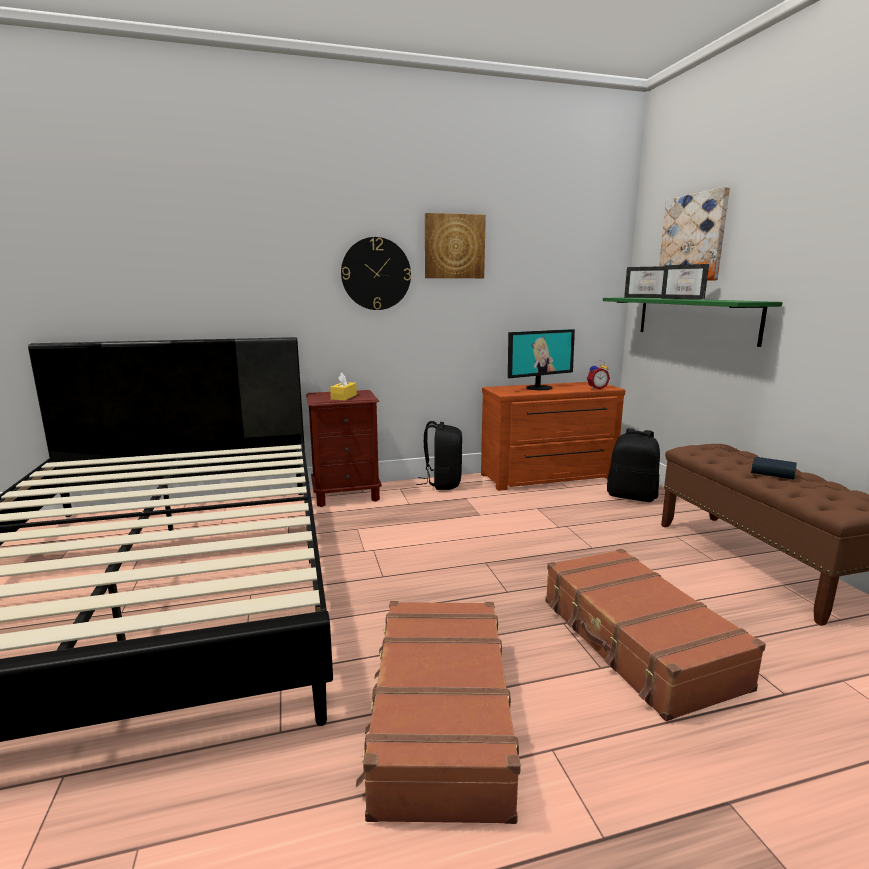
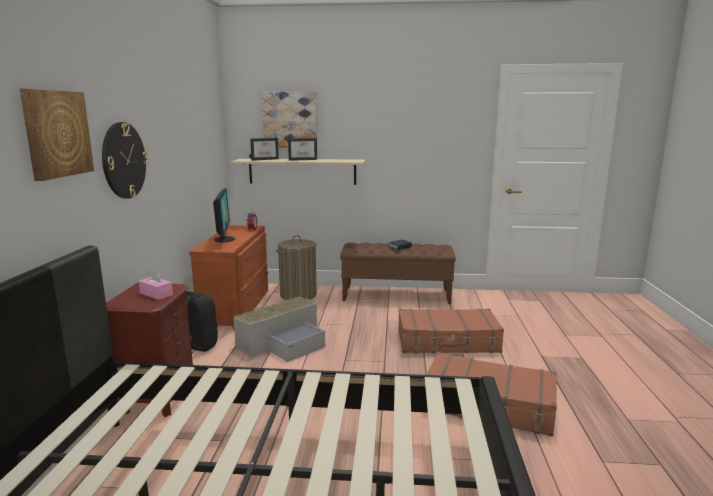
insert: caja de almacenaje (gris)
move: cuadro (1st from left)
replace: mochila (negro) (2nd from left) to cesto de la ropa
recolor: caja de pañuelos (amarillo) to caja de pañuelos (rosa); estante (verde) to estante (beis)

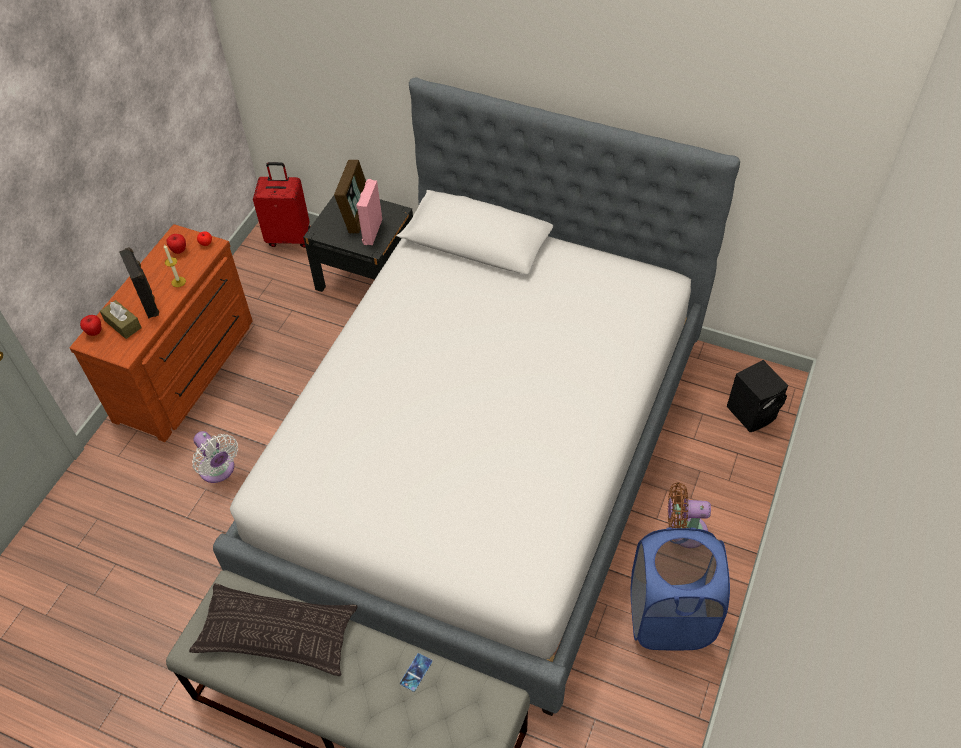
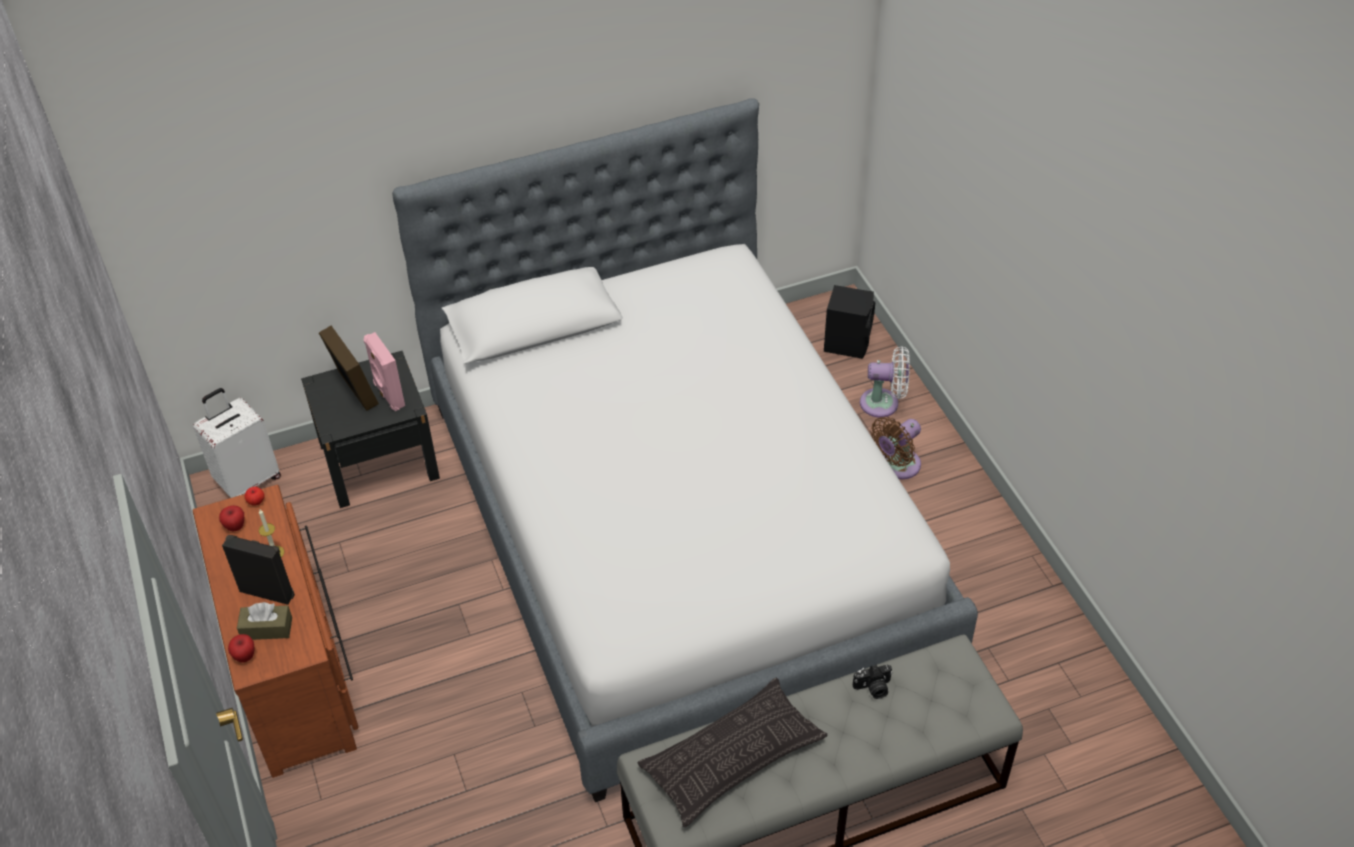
delete: cesto de la ropa (azul)
move: ventilador (blanco)
replace: móvil to cámara
recolor: maleta (rojo) to maleta (blanco)

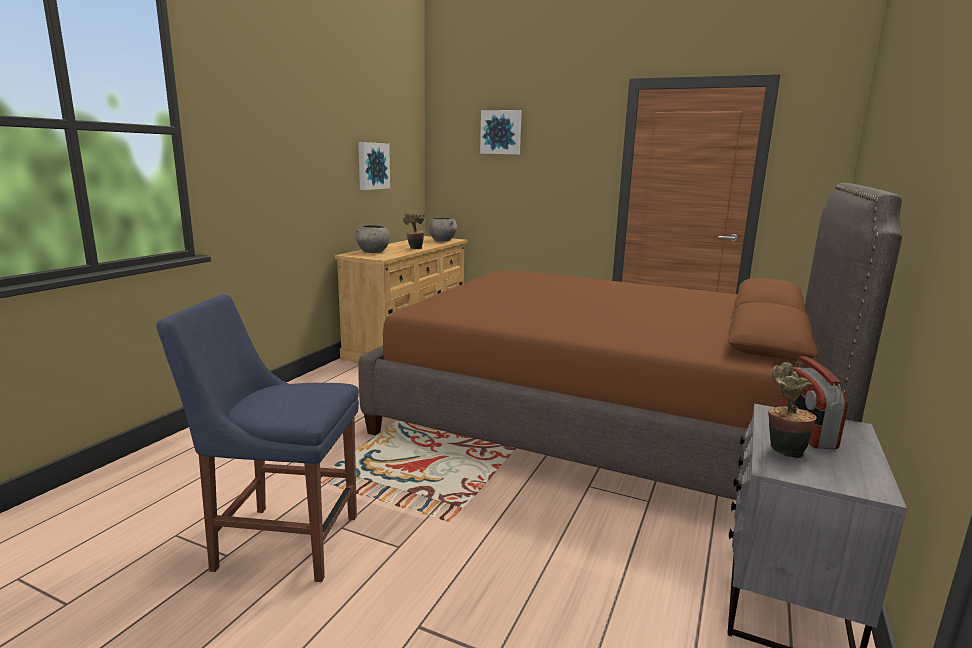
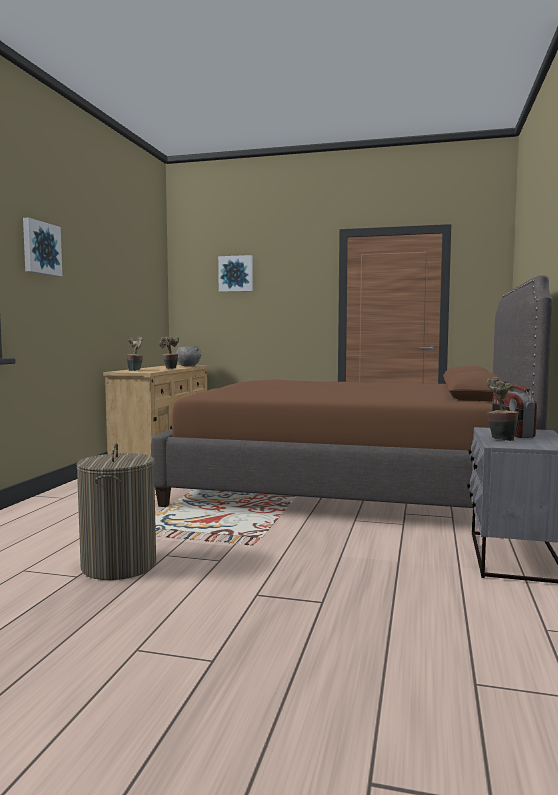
move: cuadro (1st from left)
replace: silla (azul) to cesto de la ropa; cuenco (gris) (1st from left) to planta en maceta (1st from left)

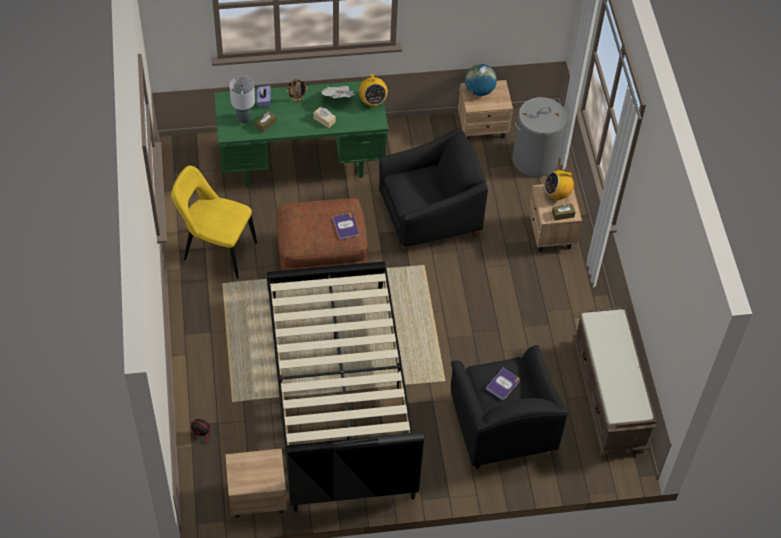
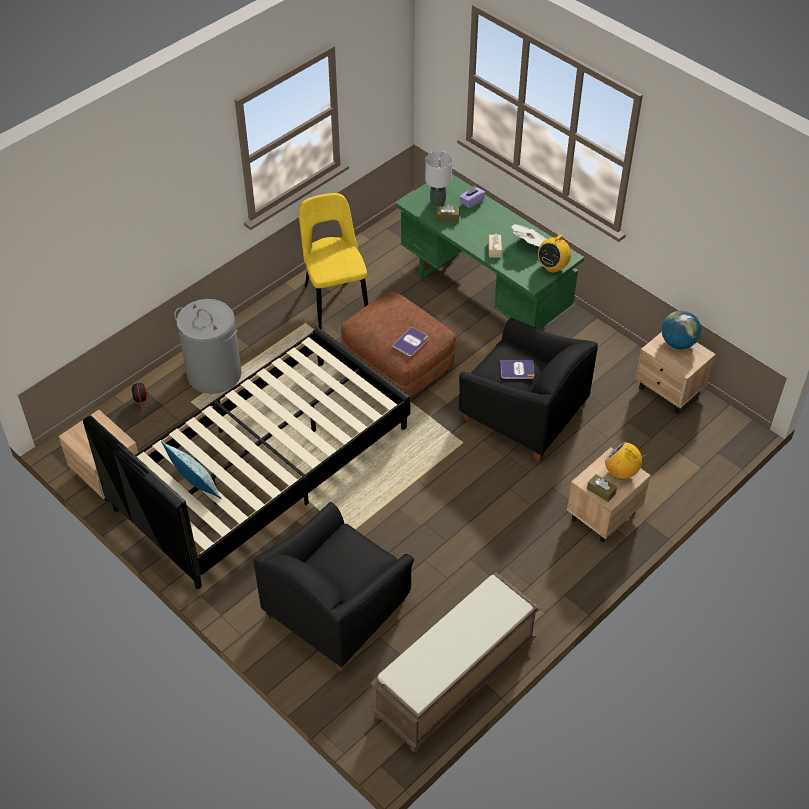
delete: portarretratos
insert: cojín
move: libro (2nd from left); cesto de la ropa (gris)

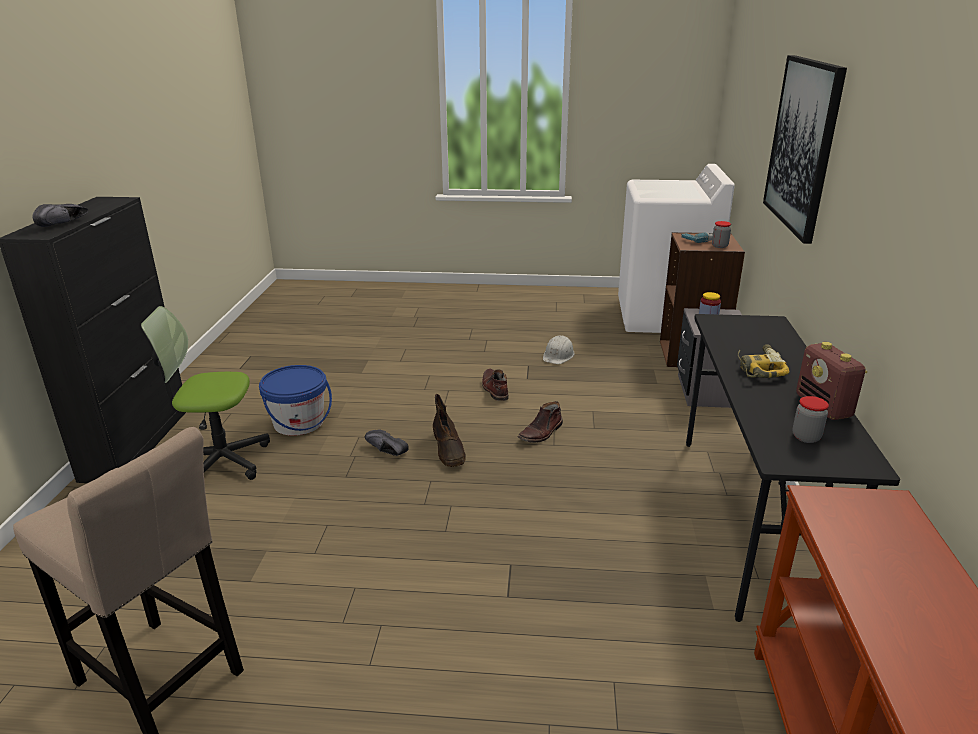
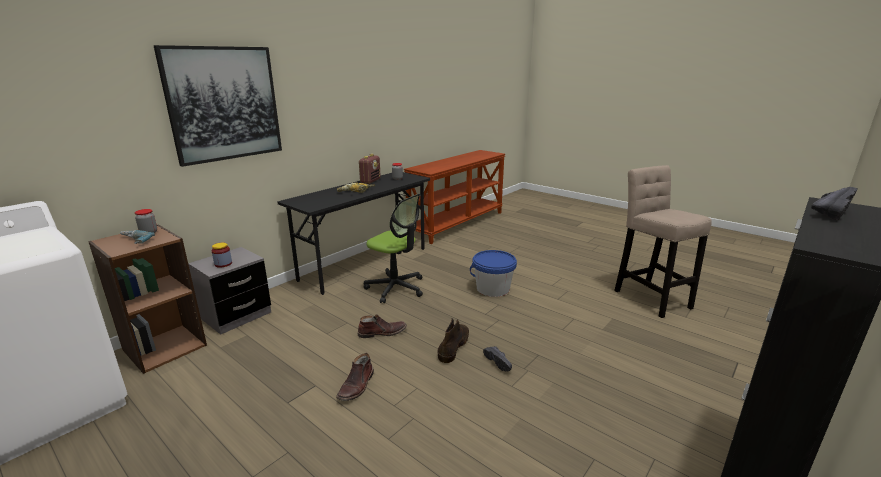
delete: casco (blanco)
move: silla de oficina; cubo (azul)

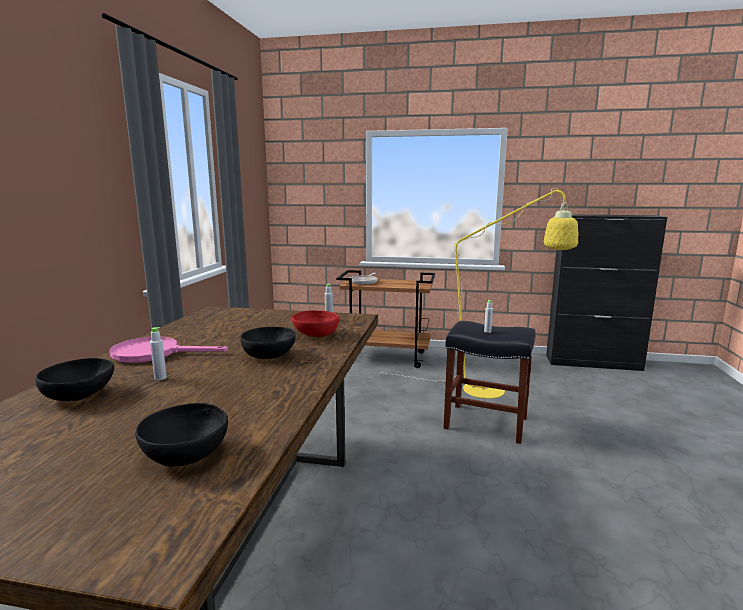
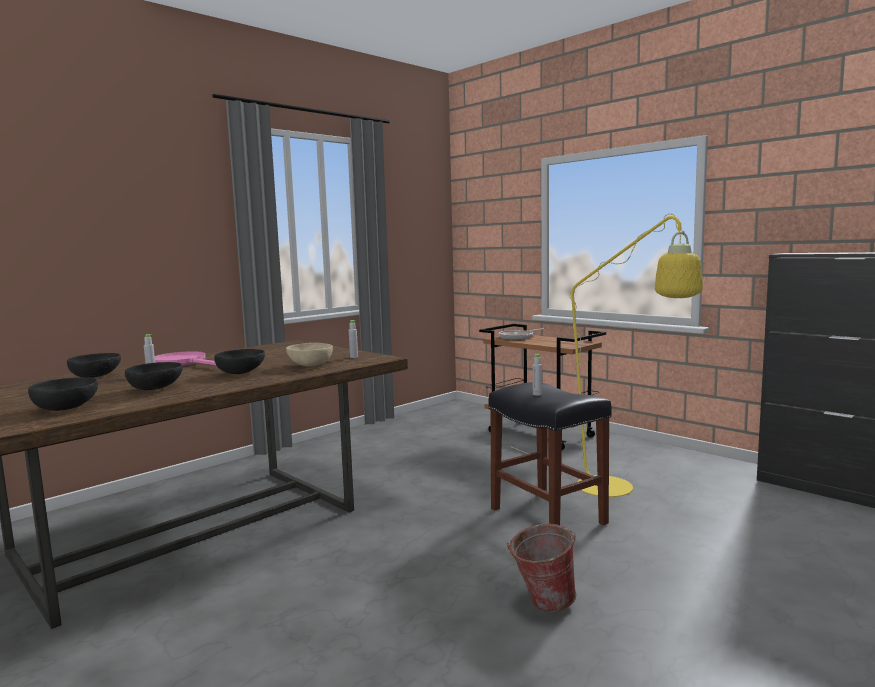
insert: cuenco (negro) (3rd from left); cubo
recolor: cuenco (rojo) to cuenco (beis)

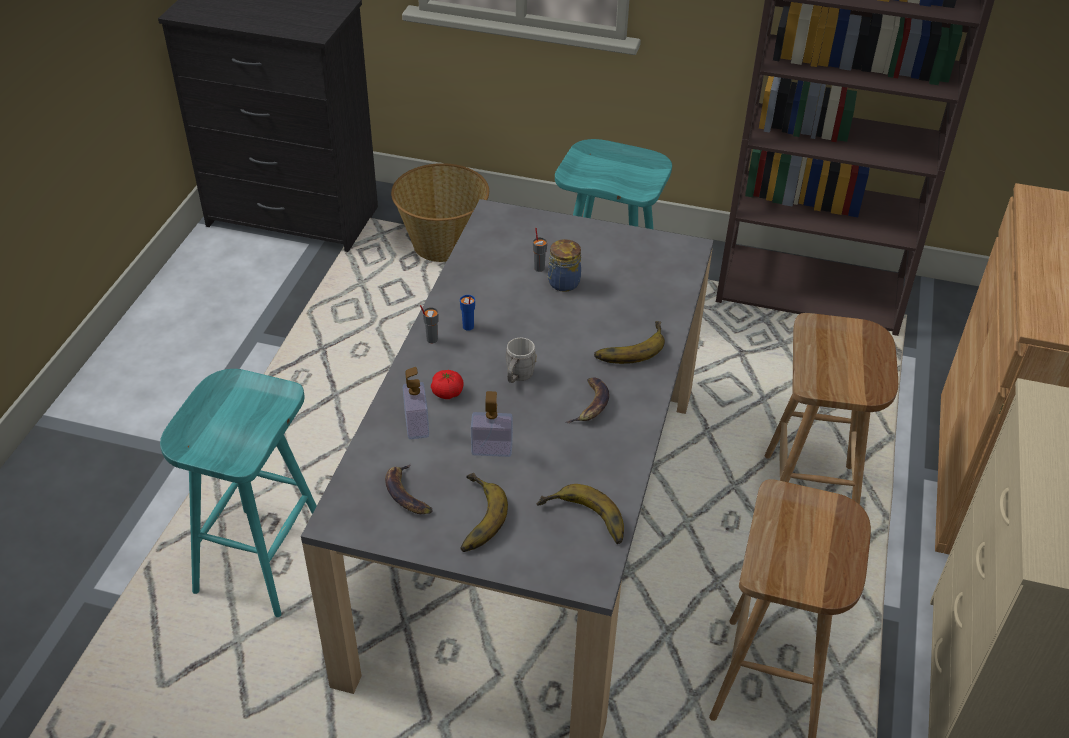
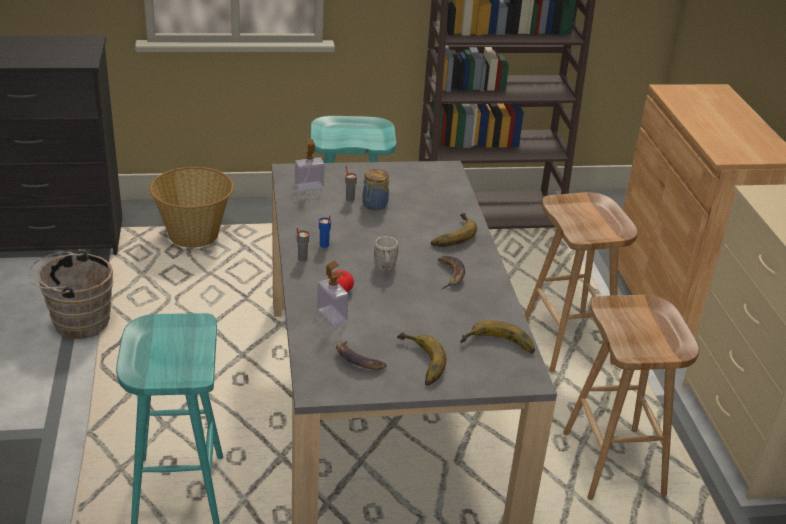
insert: cubo (marrón)
move: dispensador de jabón (2nd from left in the first image) to dispensador de jabón (1st from left)

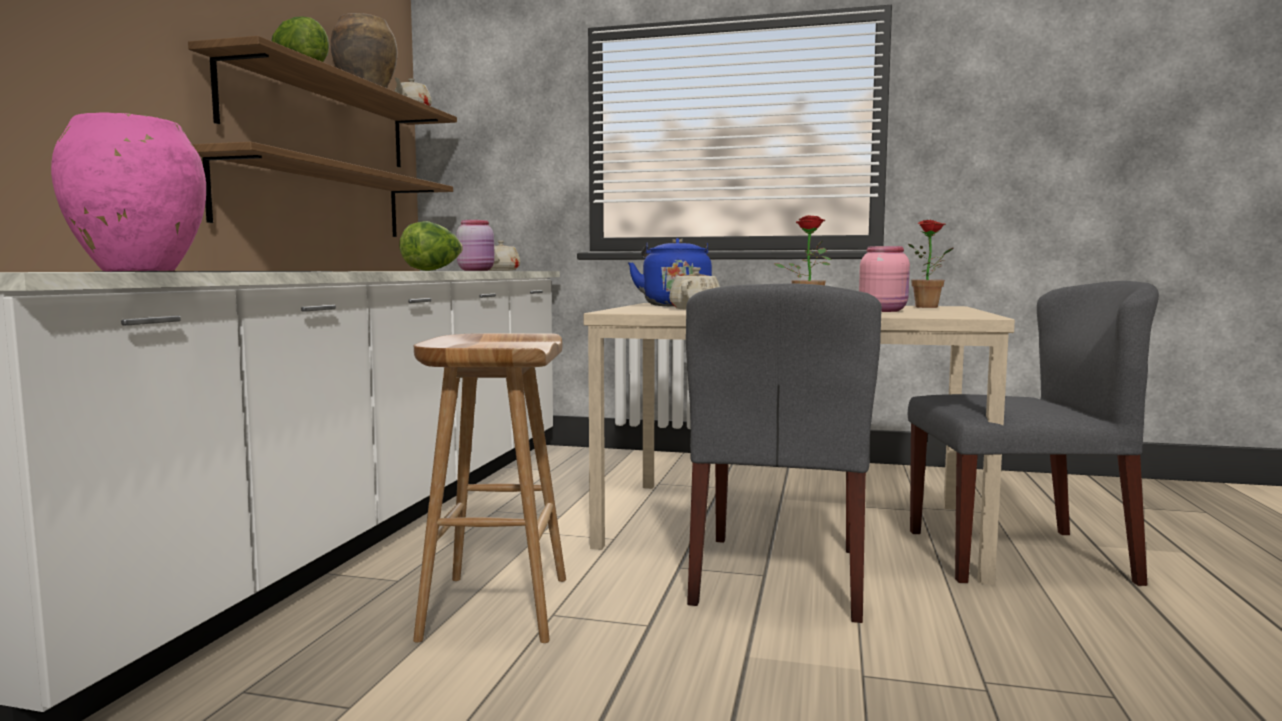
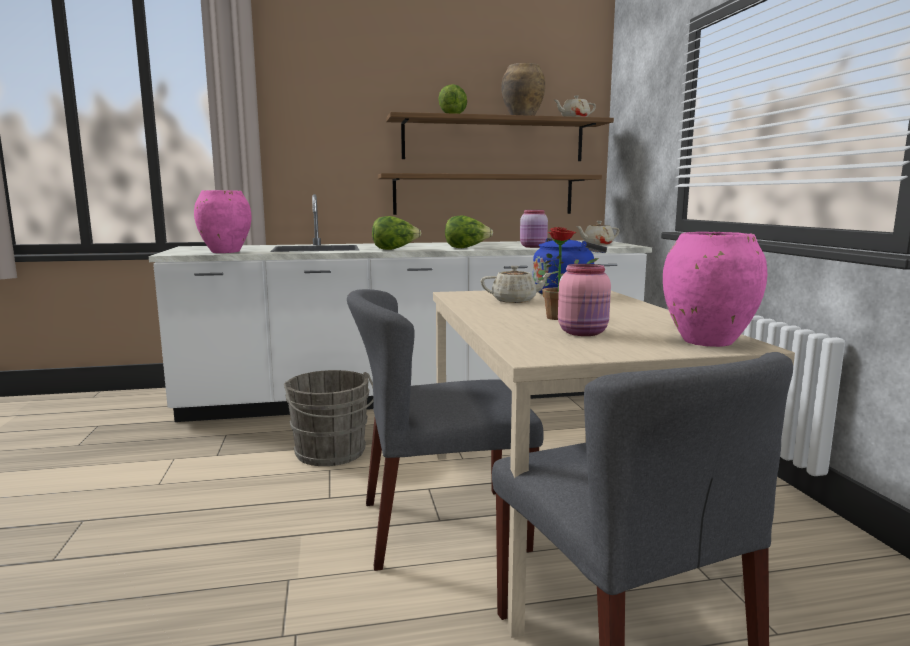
insert: lechuga (1st from left)
replace: taburete (marrón) to cubo (gris); planta en maceta (2nd from left) to florero (rosa) (2nd from left)

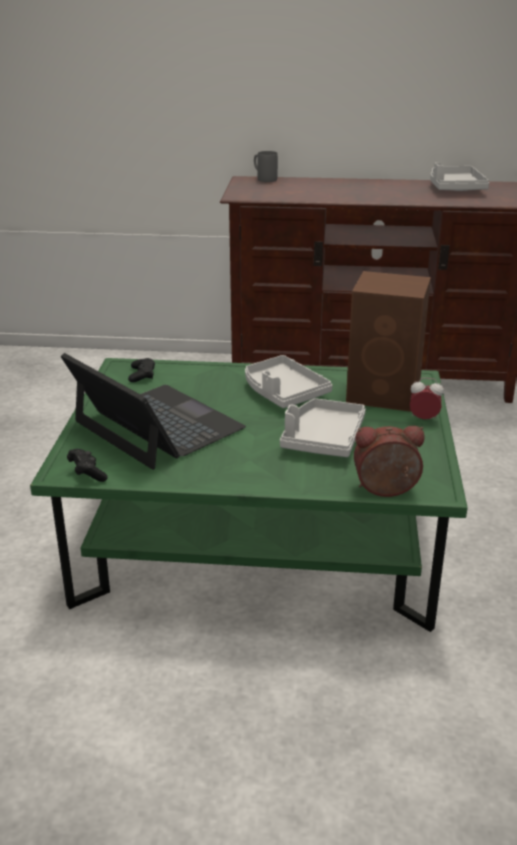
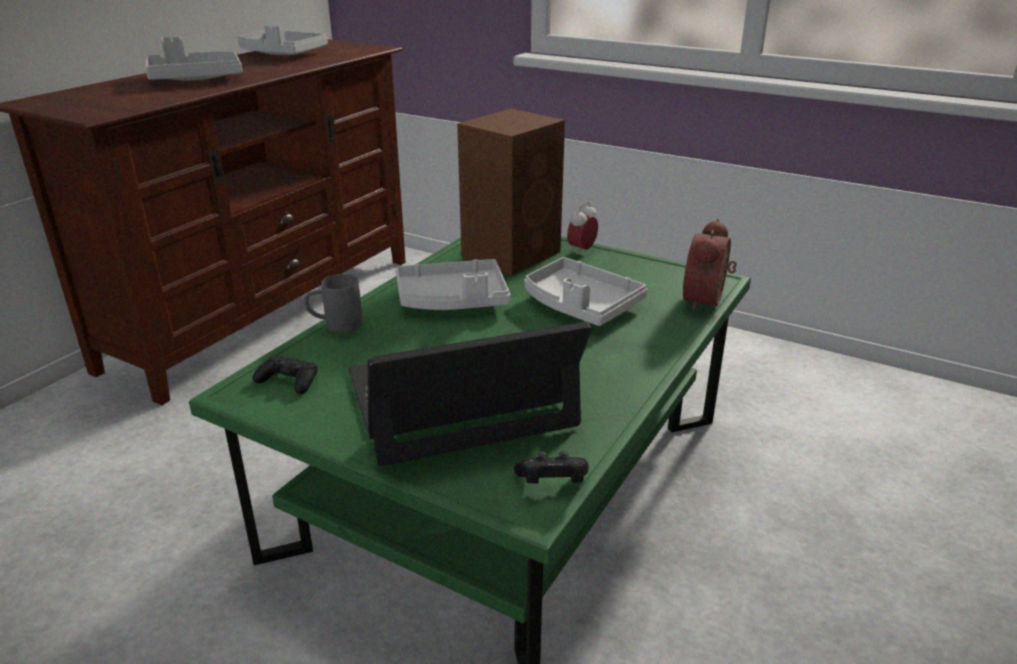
insert: bandeja (gris) (1st from left)
move: taza grande (gris)

